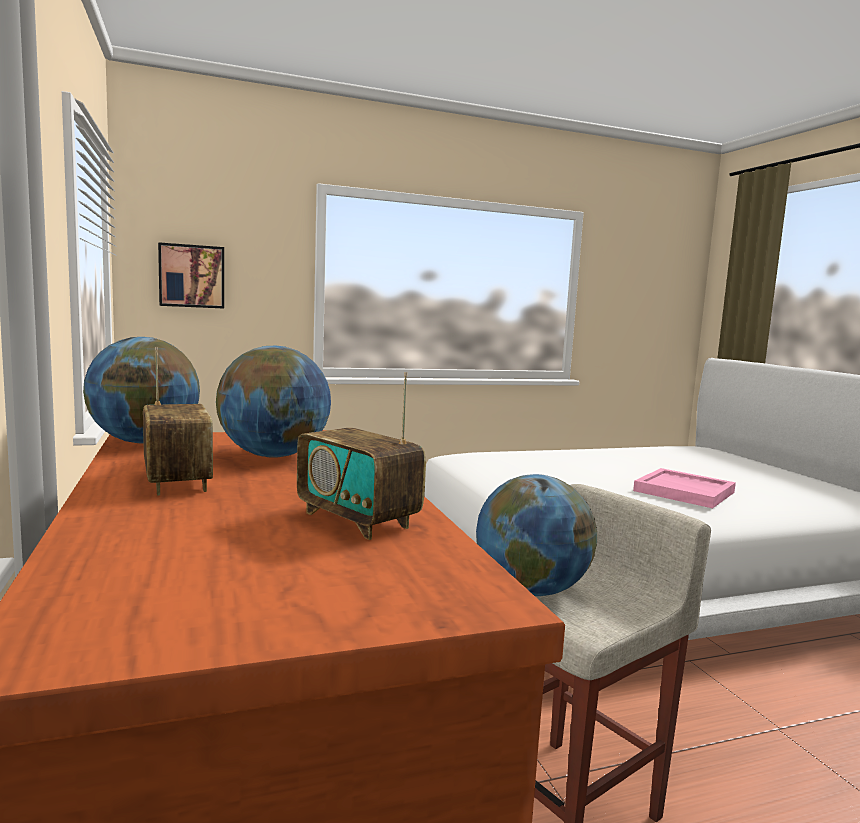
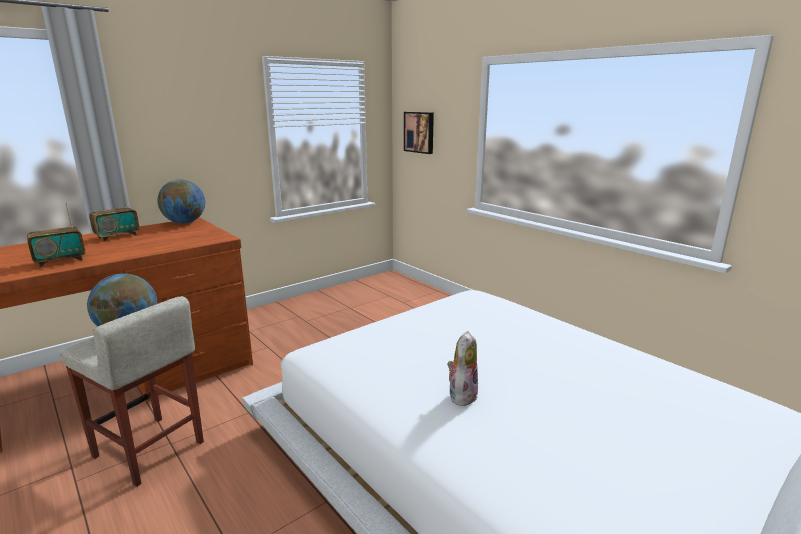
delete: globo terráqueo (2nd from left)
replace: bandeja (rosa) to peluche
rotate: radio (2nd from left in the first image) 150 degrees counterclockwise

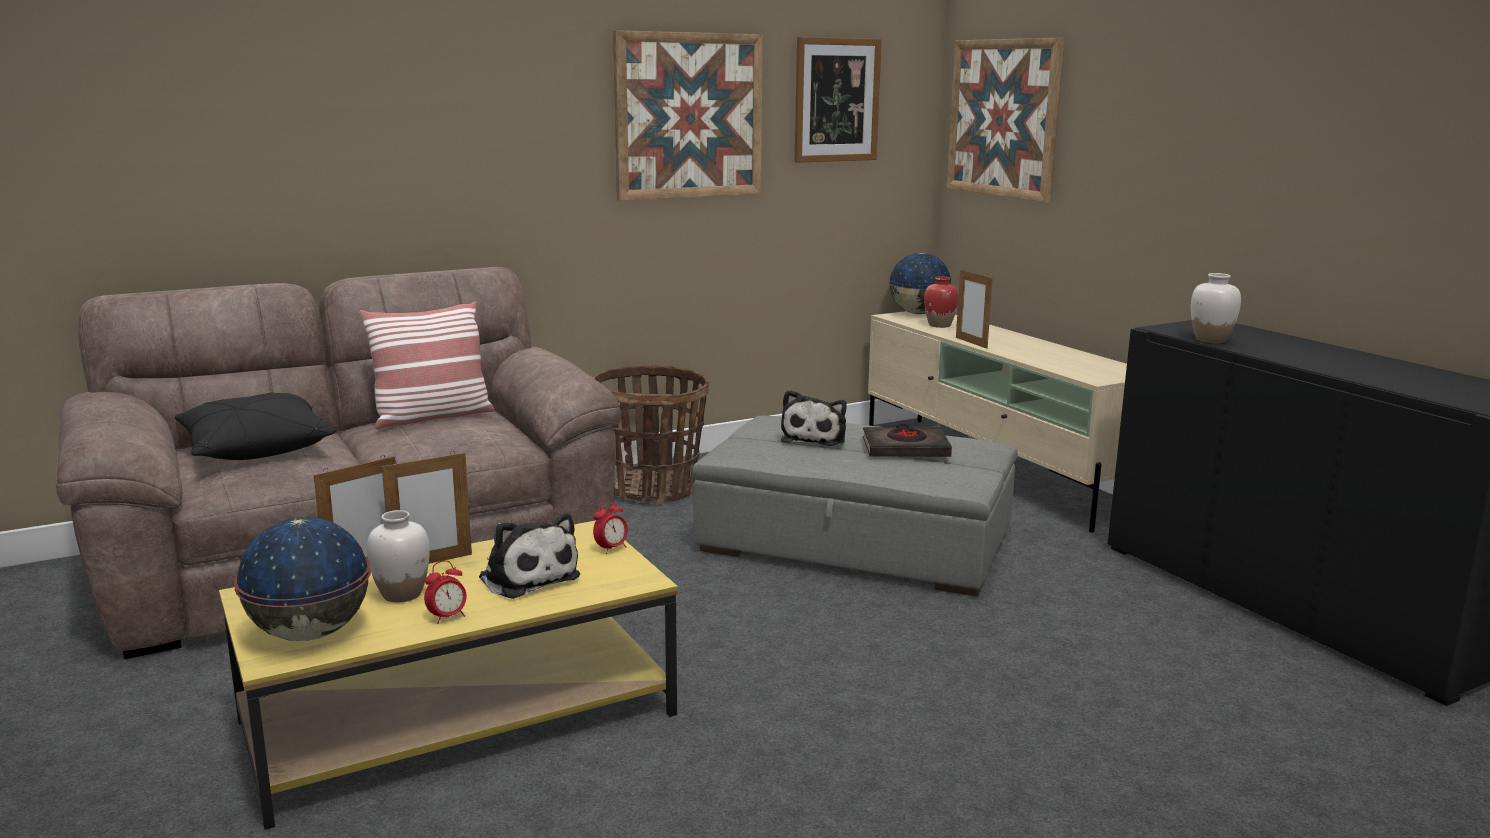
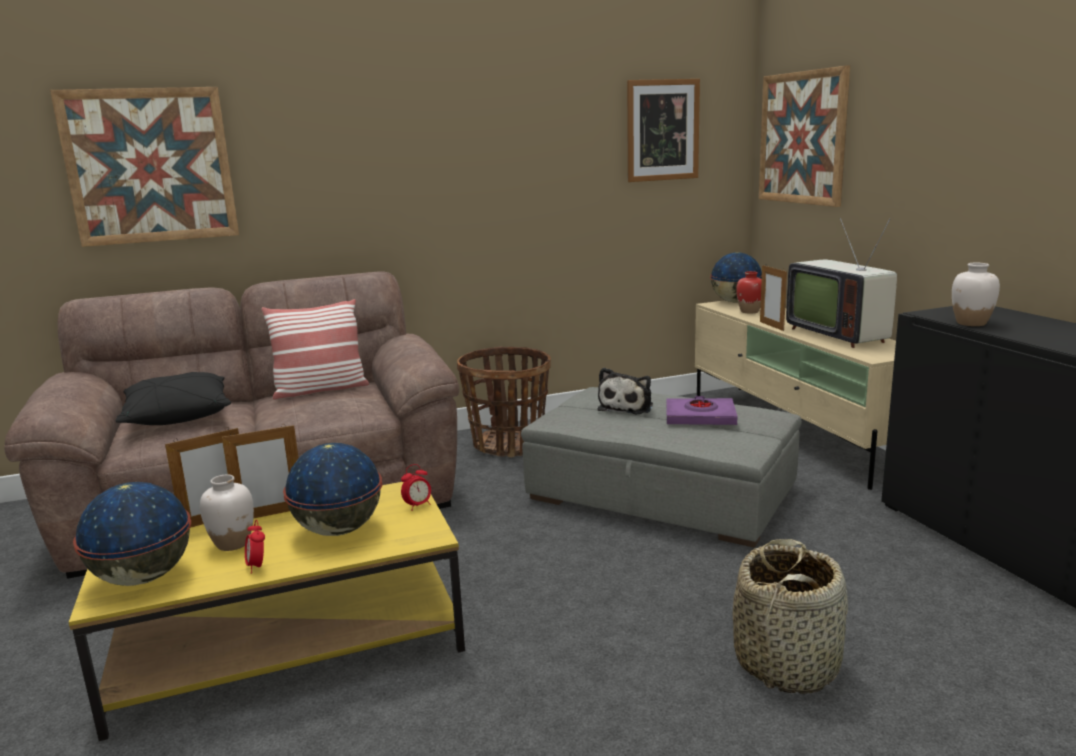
insert: cesta (2nd from left); televisor
move: cuadro (1st from left)
replace: peluche (1st from left) to globo terráqueo (2nd from left)
recolor: libro (negro) to libro (morado)
rotate: despertador (1st from left) 90 degrees clockwise

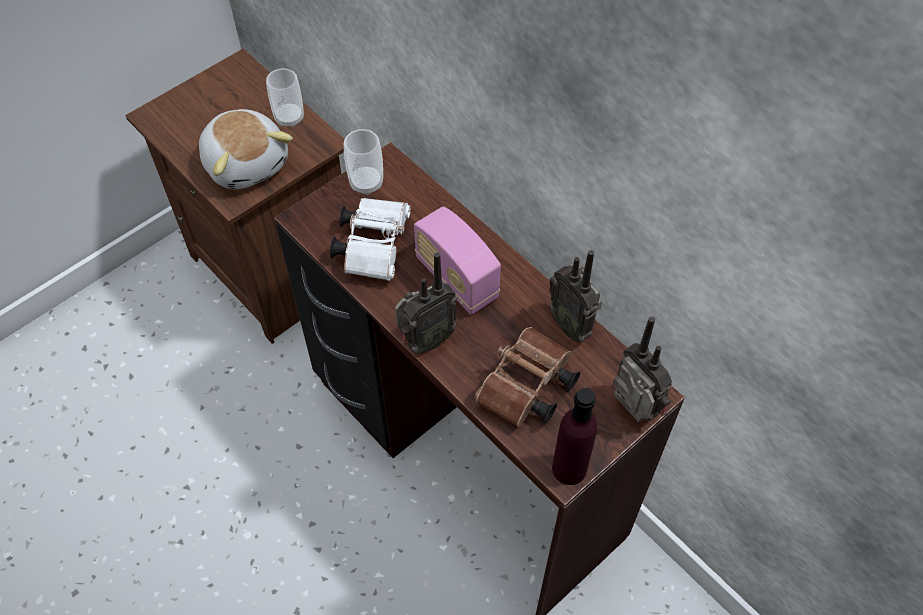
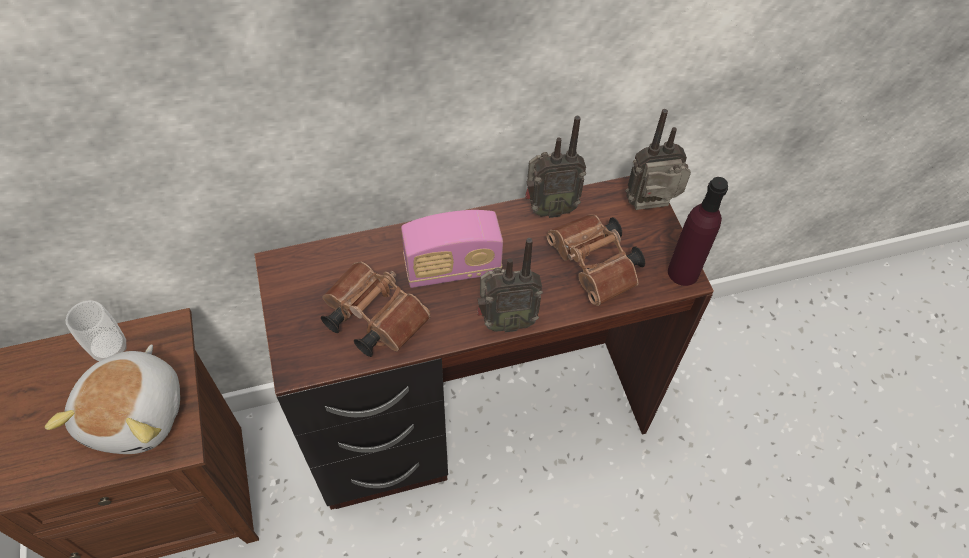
delete: taza (2nd from left)
recolor: prismáticos (blanco) to prismáticos (marrón) (1st from left)
rotate: peluche 105 degrees clockwise; radio (1st from left in the first image) 90 degrees clockwise

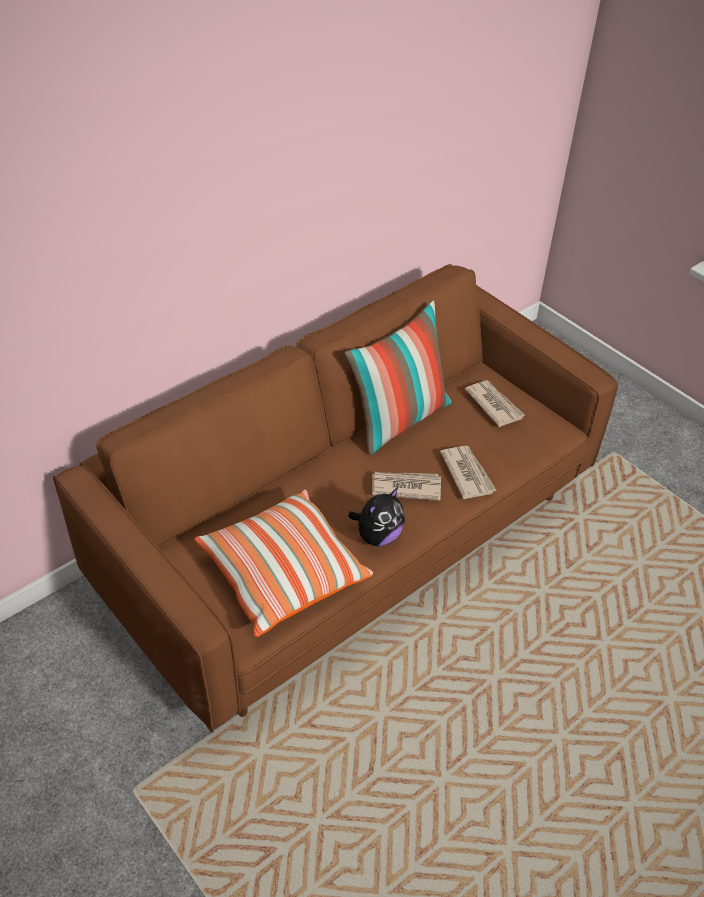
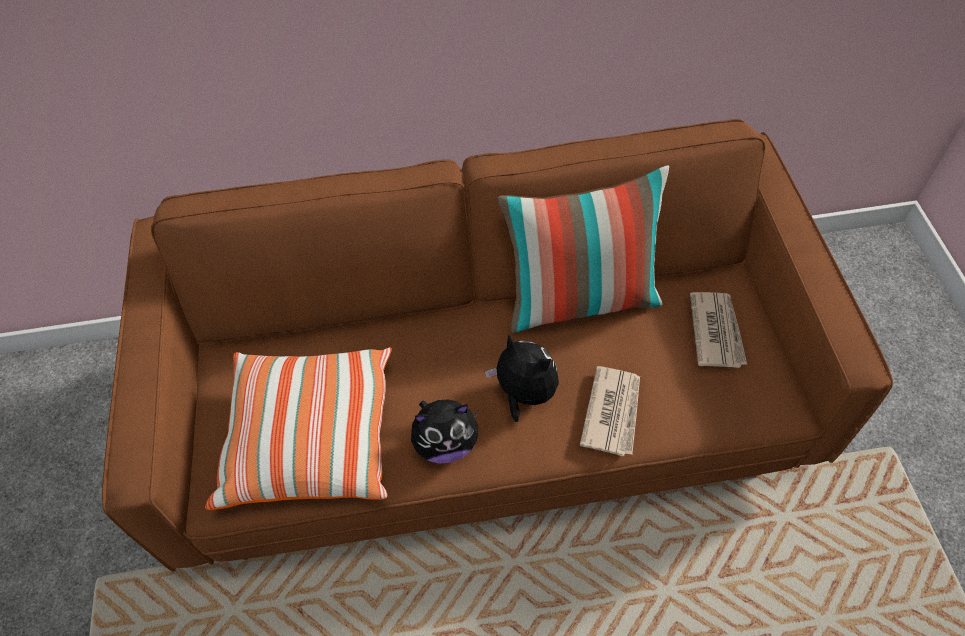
replace: periódico (1st from left) to peluche (2nd from left)

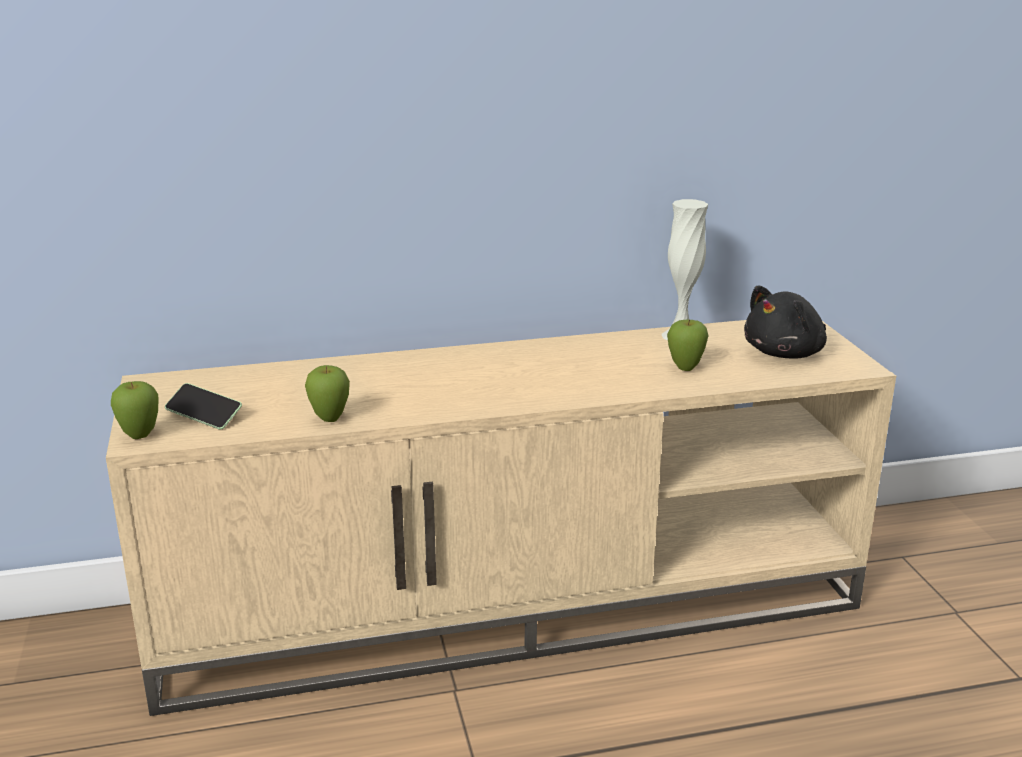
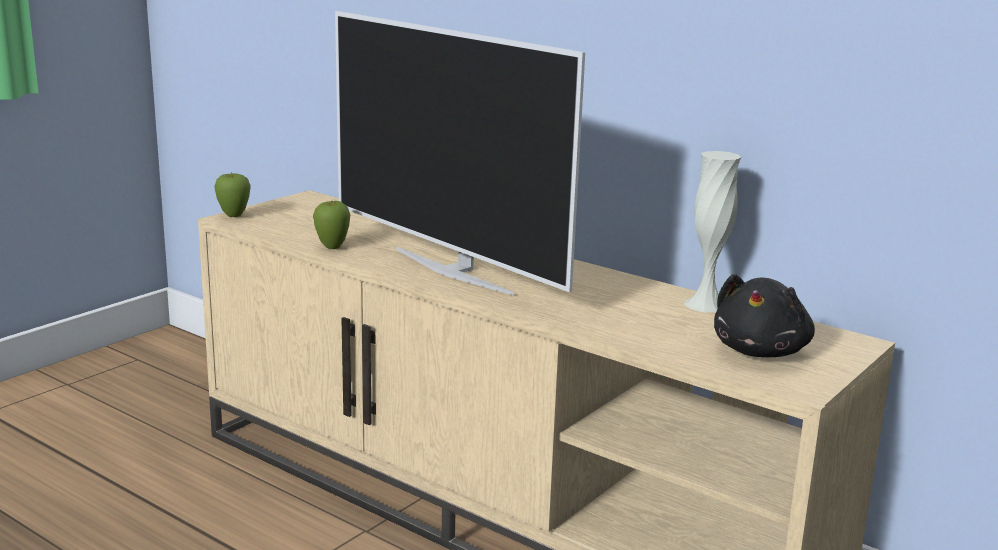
delete: móvil; manzana (3rd from left)
insert: televisor
rotate: peluche (negro) 75 degrees counterclockwise

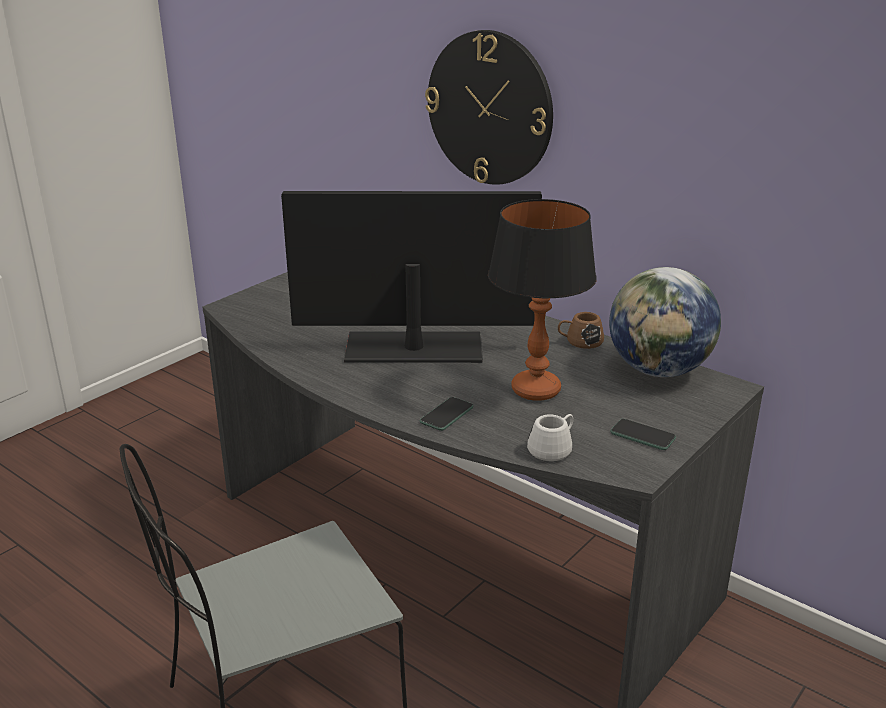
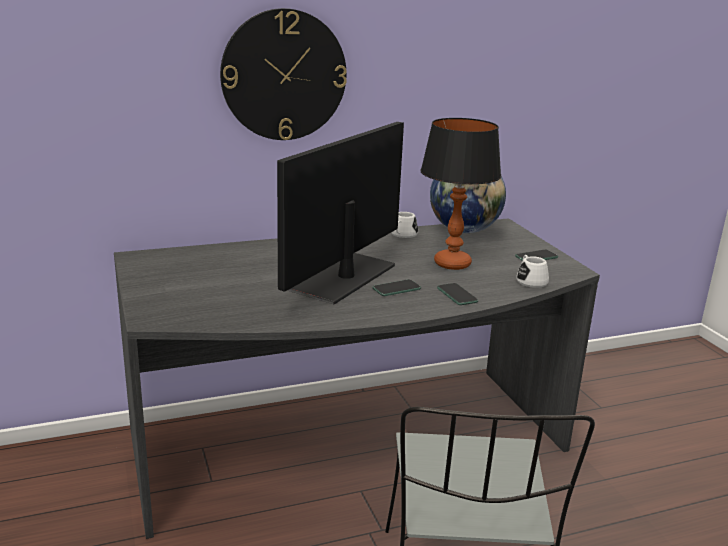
insert: móvil (1st from left)
recolor: taza grande (marrón) to taza grande (blanco) (1st from left)

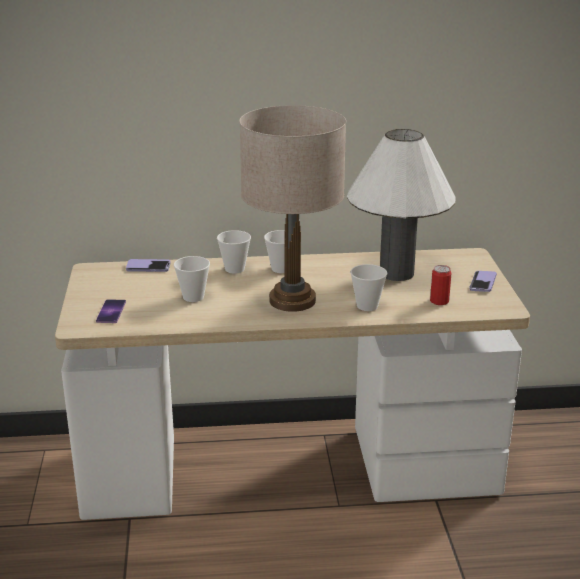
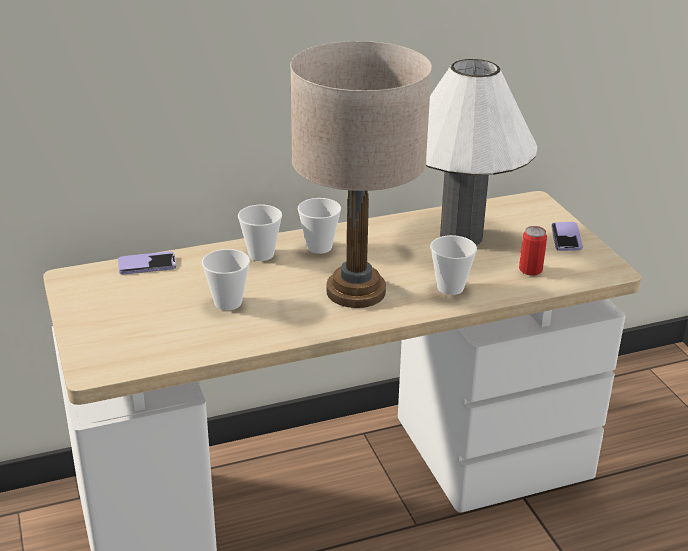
delete: móvil (1st from left)

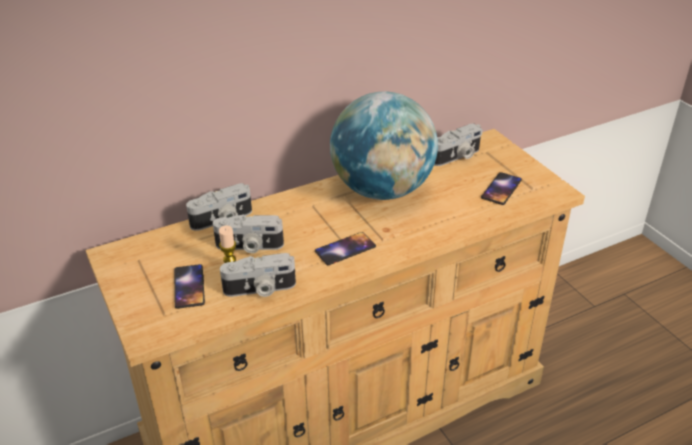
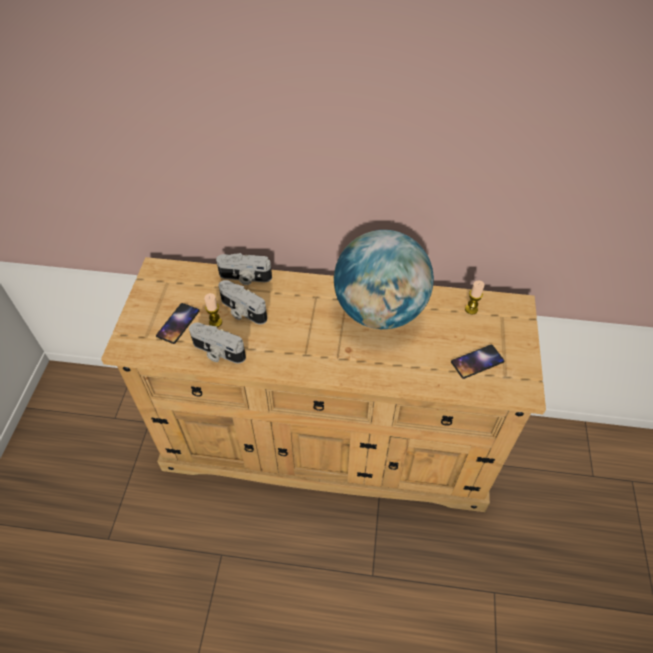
delete: móvil (2nd from left)
replace: cámara (4th from left) to vela (2nd from left)

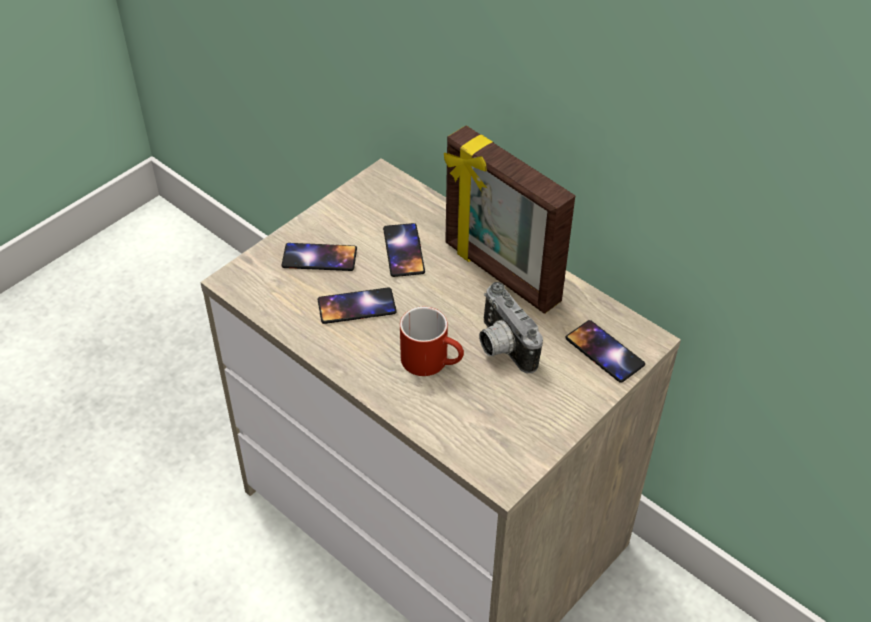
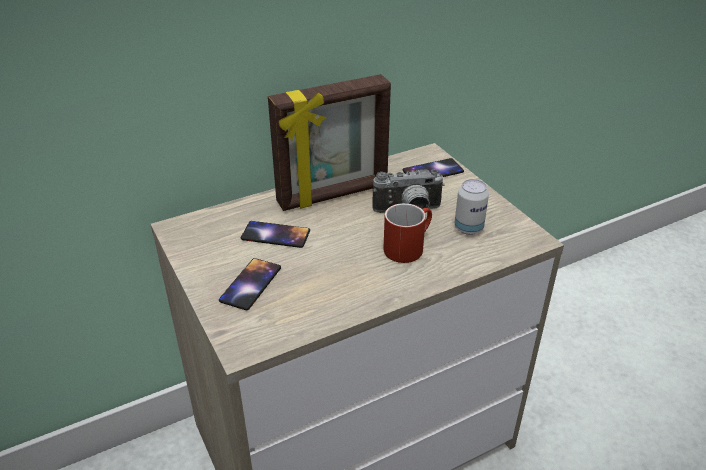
delete: móvil (2nd from left)
insert: lata

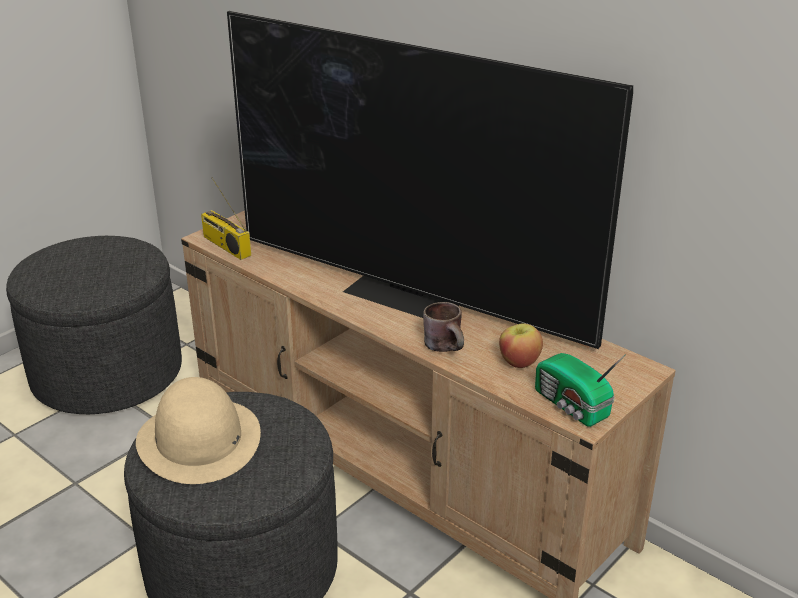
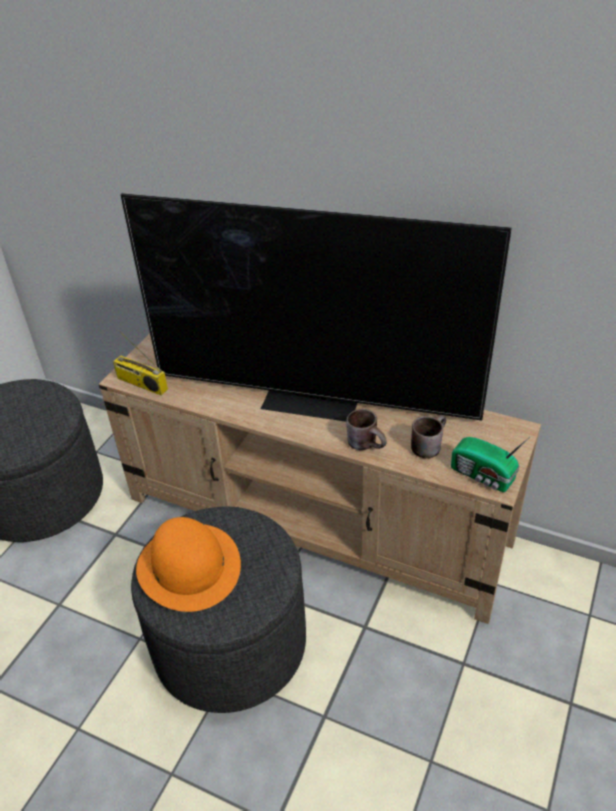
replace: manzana to taza grande (marrón) (2nd from left)
recolor: sombrero (beis) to sombrero (naranja)

